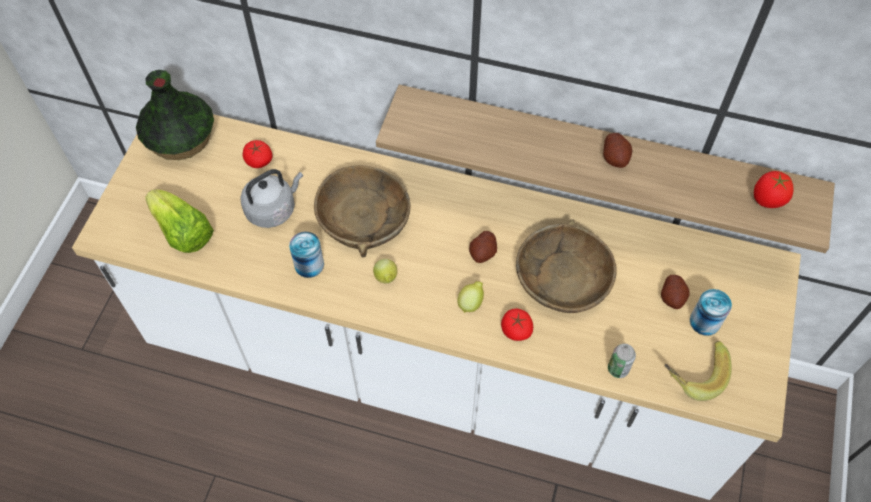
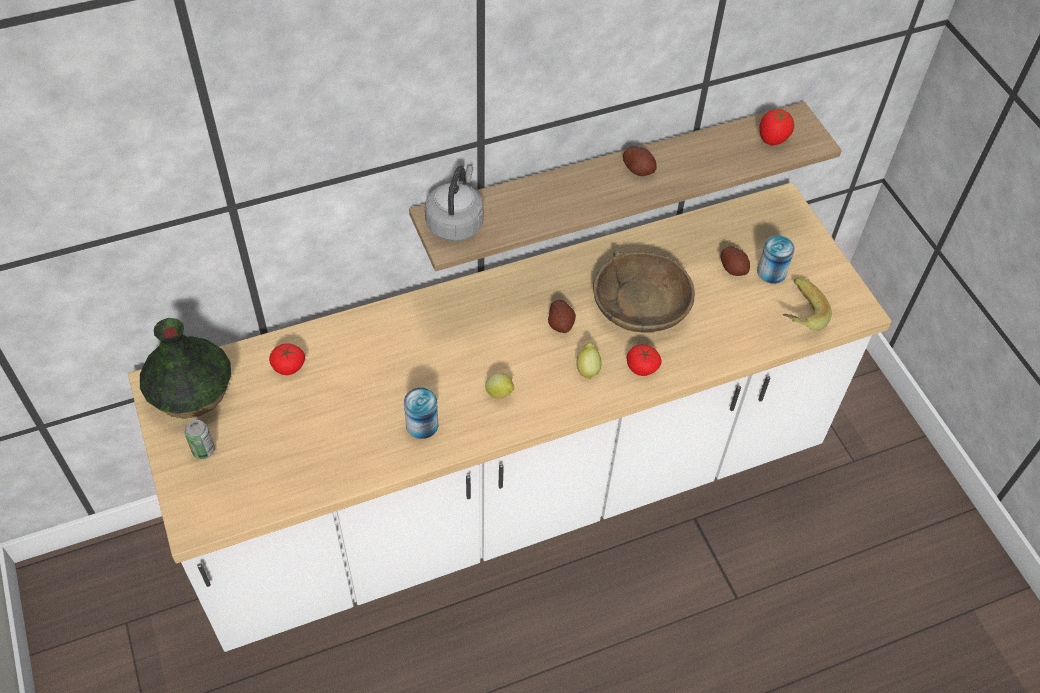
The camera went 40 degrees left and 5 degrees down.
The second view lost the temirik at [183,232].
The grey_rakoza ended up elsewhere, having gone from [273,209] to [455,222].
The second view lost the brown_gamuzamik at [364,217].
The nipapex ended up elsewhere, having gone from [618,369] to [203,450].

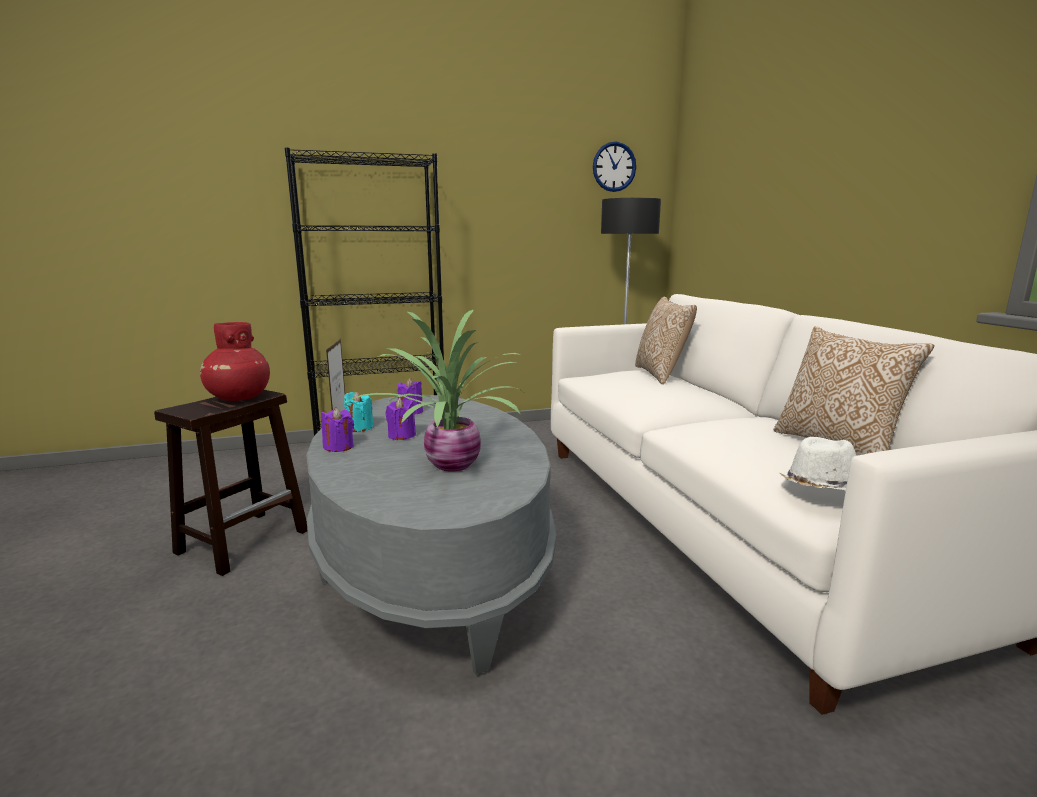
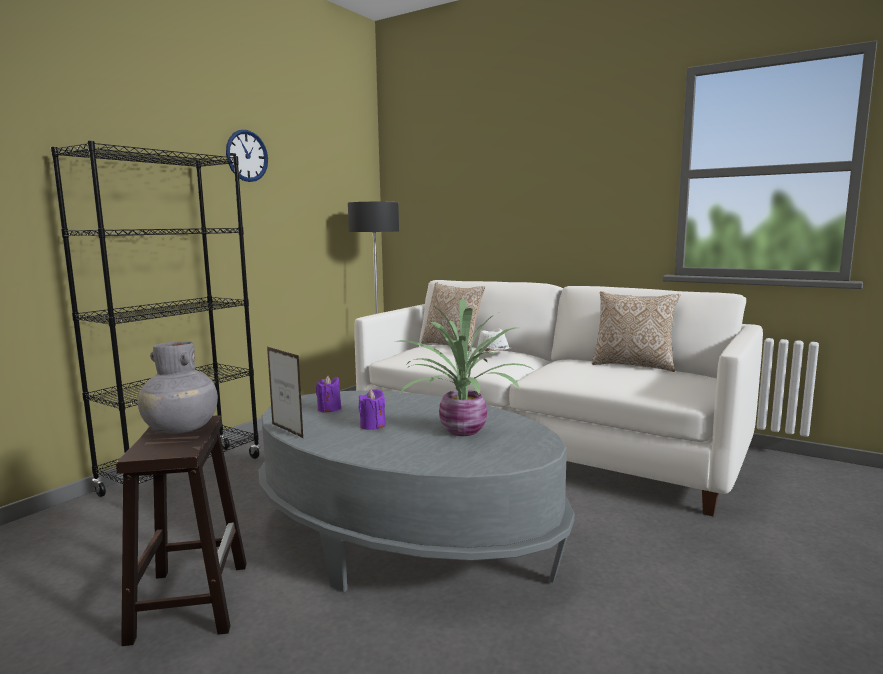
The camera went 40 degrees left and 5 degrees down.
What was the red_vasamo at [238,398] turned into the grey_vasamo at [181,429].
The second view lost the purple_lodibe at [338,447].
The second view lost the turquoise_lodibe at [359,428].
The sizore ended up elsewhere, having gone from [614,167] to [247,156].
The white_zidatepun ended up elsewhere, having gone from [822,489] to [492,354].

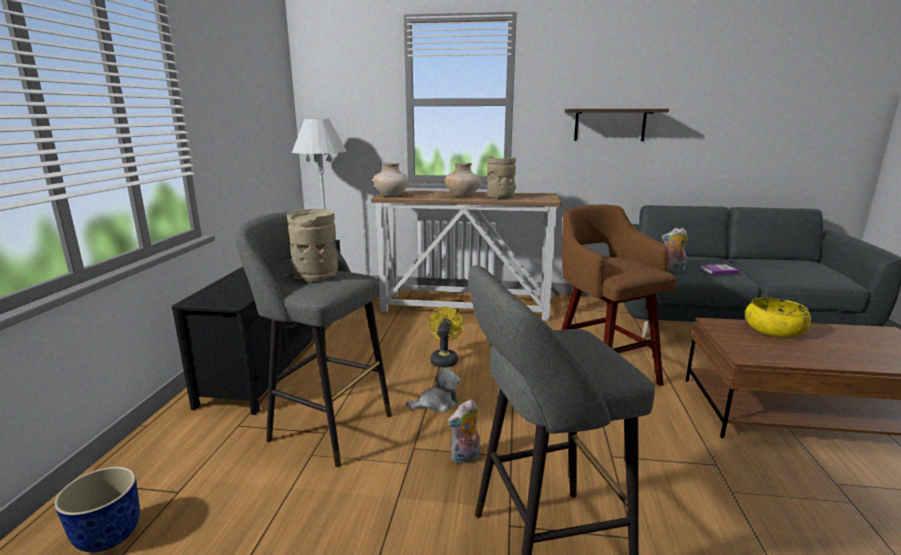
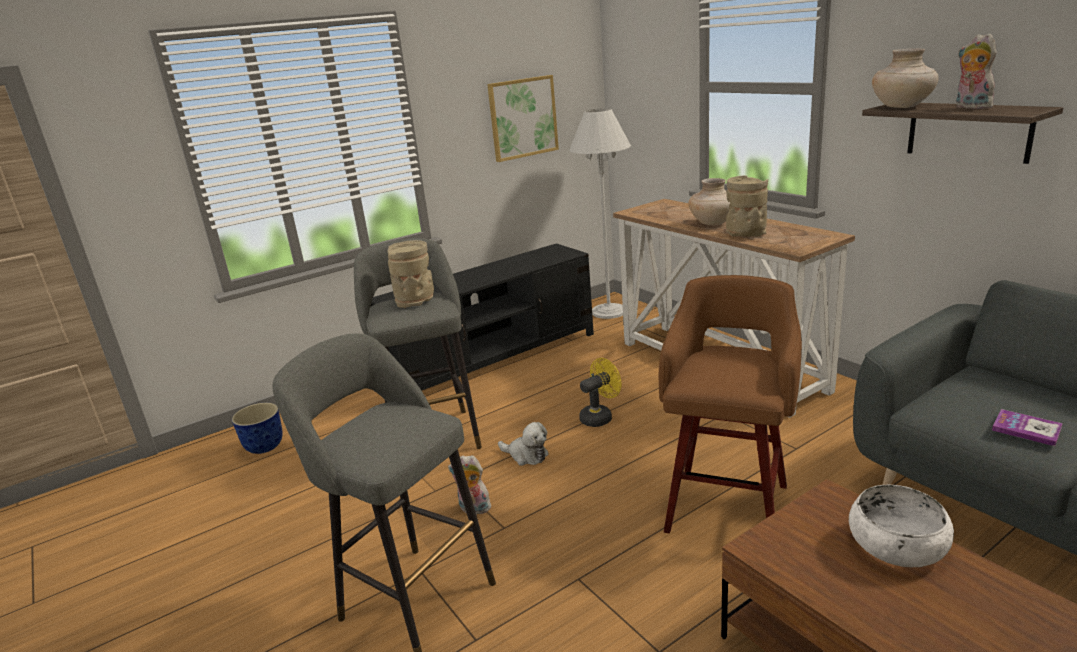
The camera went 50 degrees right and 5 degrees up.
The beige_vasamo ended up elsewhere, having gone from [391,195] to [902,107].
The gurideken ended up elsewhere, having gone from [672,269] to [970,107].
What was the yellow_gamuzamik at [774,330] turned into the white_gamuzamik at [896,545].
The second view gained the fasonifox at [523,118].

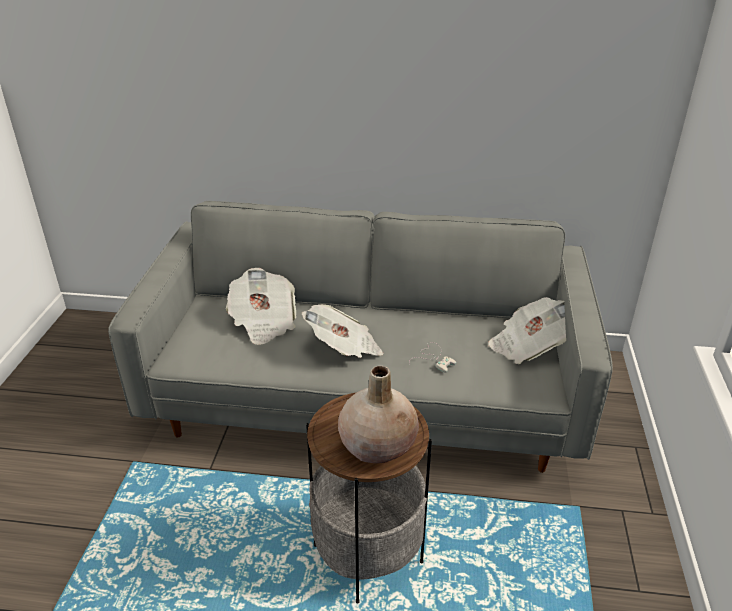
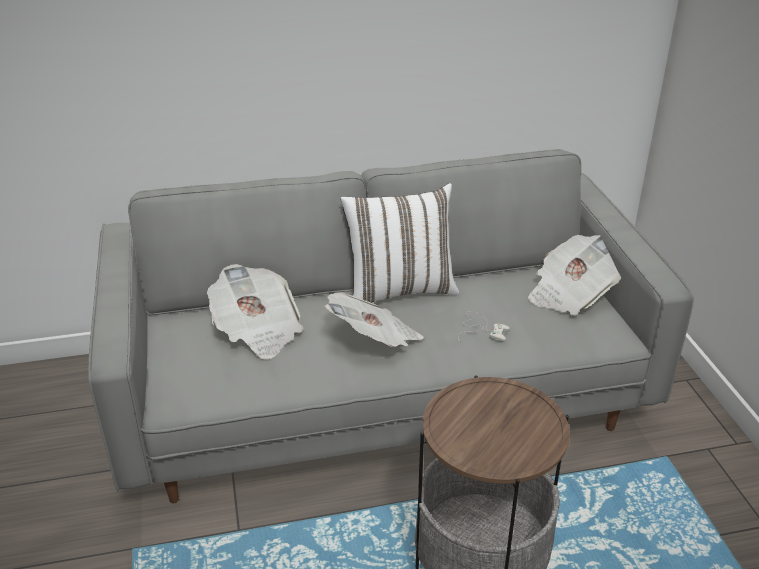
The camera went 20 degrees left and 0 degrees up.
The second view lost the beige_vasamo at [378,446].
The second view gained the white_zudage at [399,290].

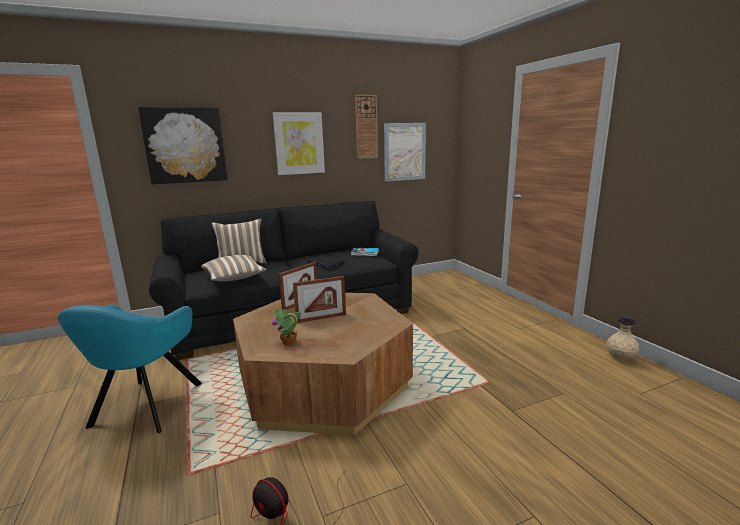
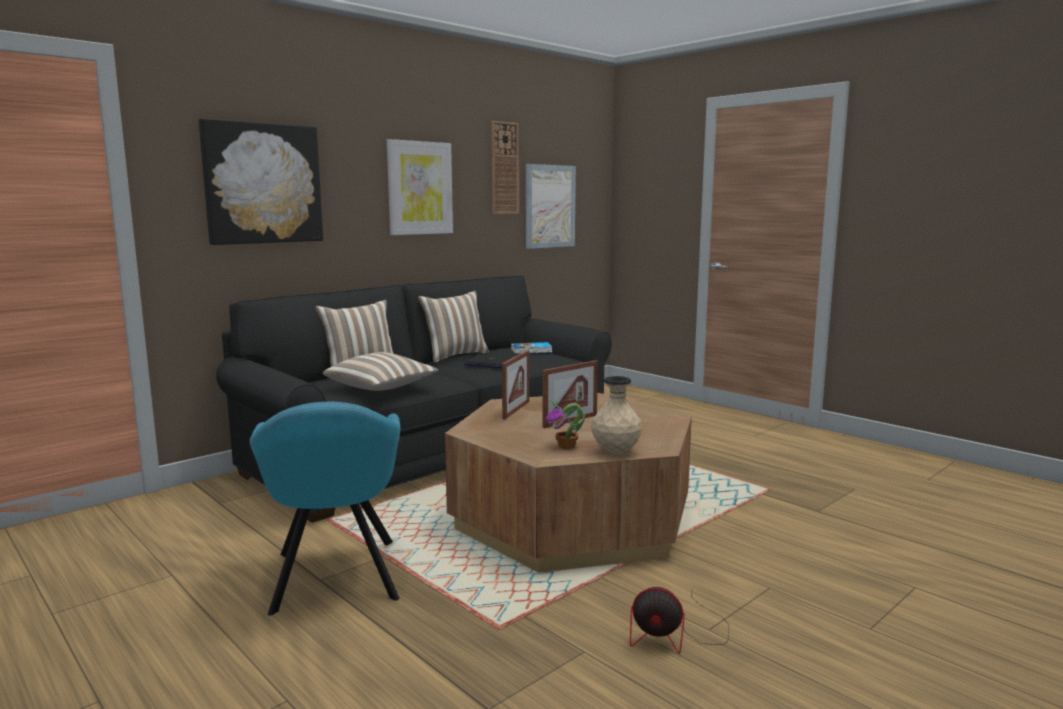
The camera went 20 degrees left and 5 degrees down.
The beige_vasamo ended up elsewhere, having gone from [620,359] to [615,452].
The second view gained the zudage at [455,355].

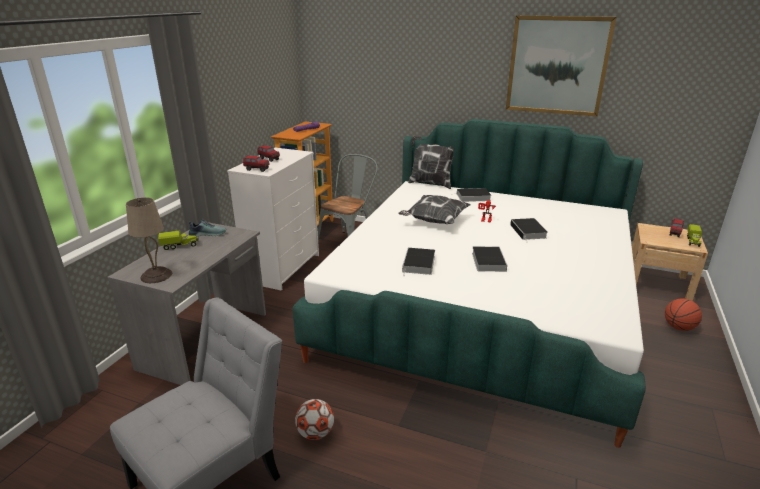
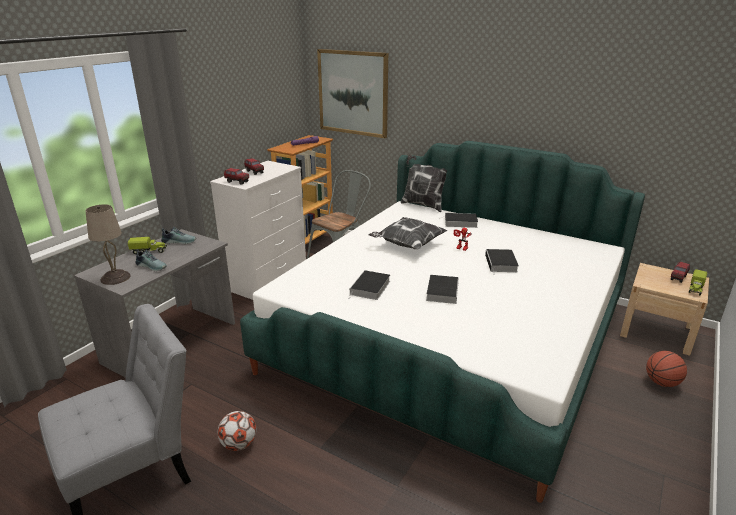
The camera went 10 degrees right and 0 degrees up.
The fasonifox ended up elsewhere, having gone from [557,66] to [353,93].
The second view gained the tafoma at [152,266].

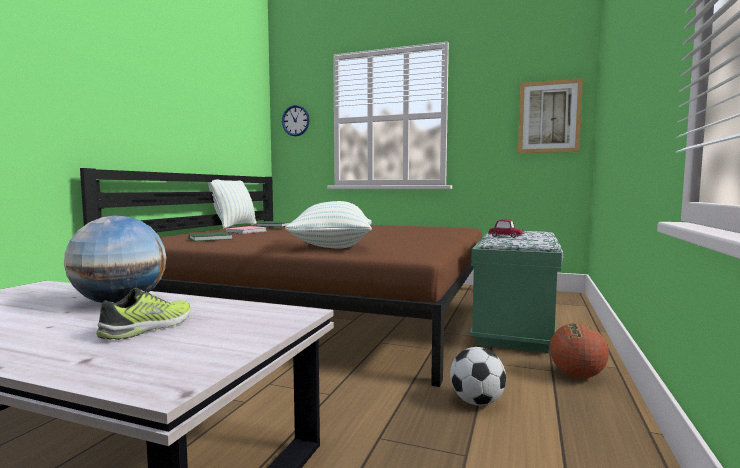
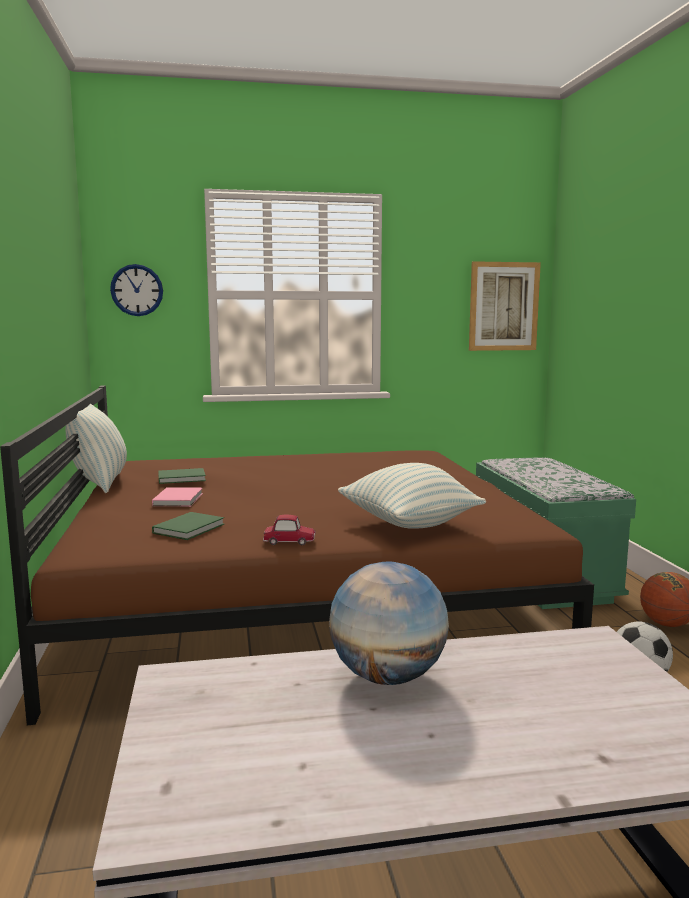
The camera went 30 degrees left and 5 degrees up.
The second view lost the tafoma at [149,327].
The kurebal ended up elsewhere, having gone from [506,236] to [289,541].

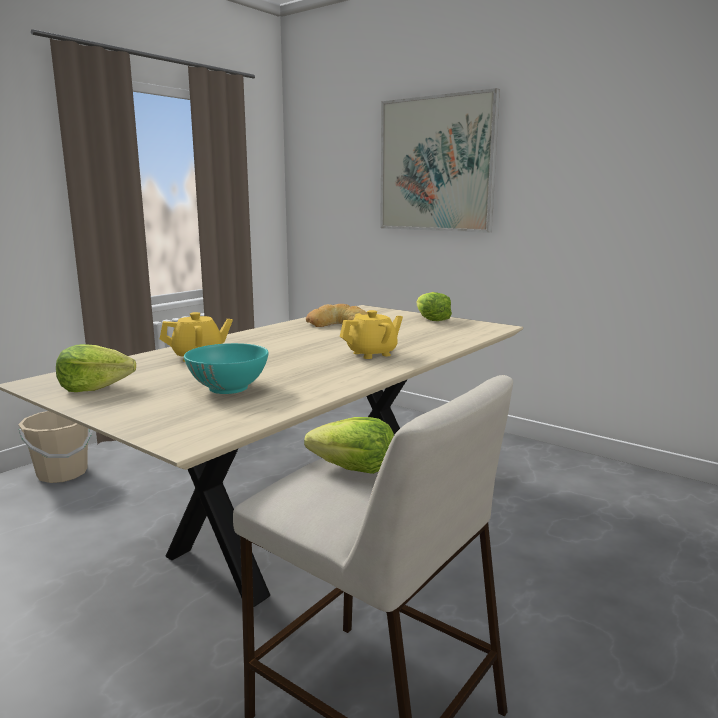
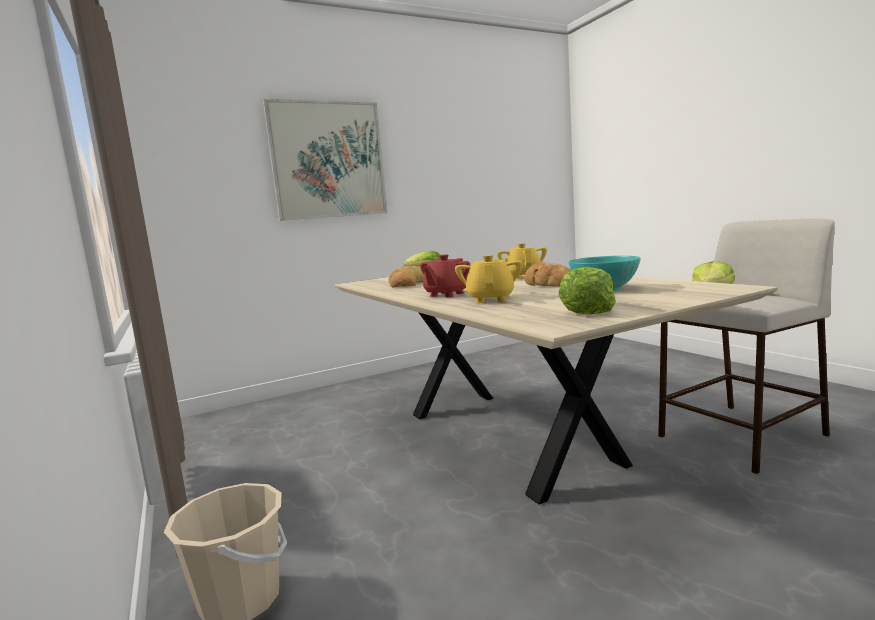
The camera went 65 degrees left and 5 degrees down.
The second view gained the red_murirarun at [446,294].
The second view gained the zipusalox at [548,283].

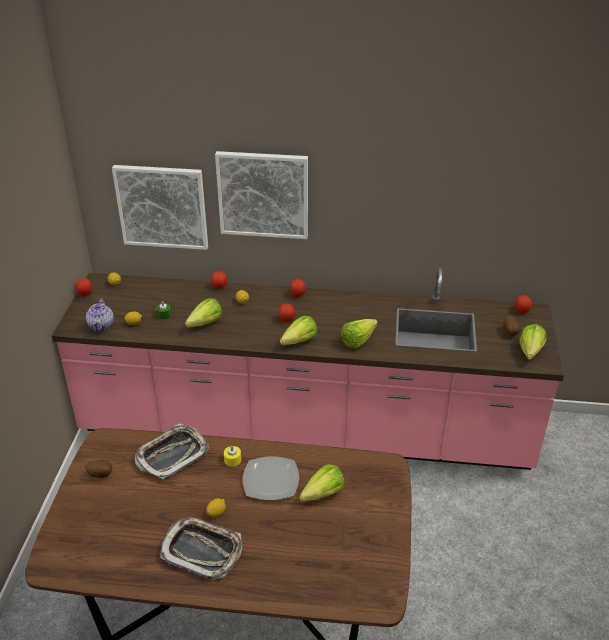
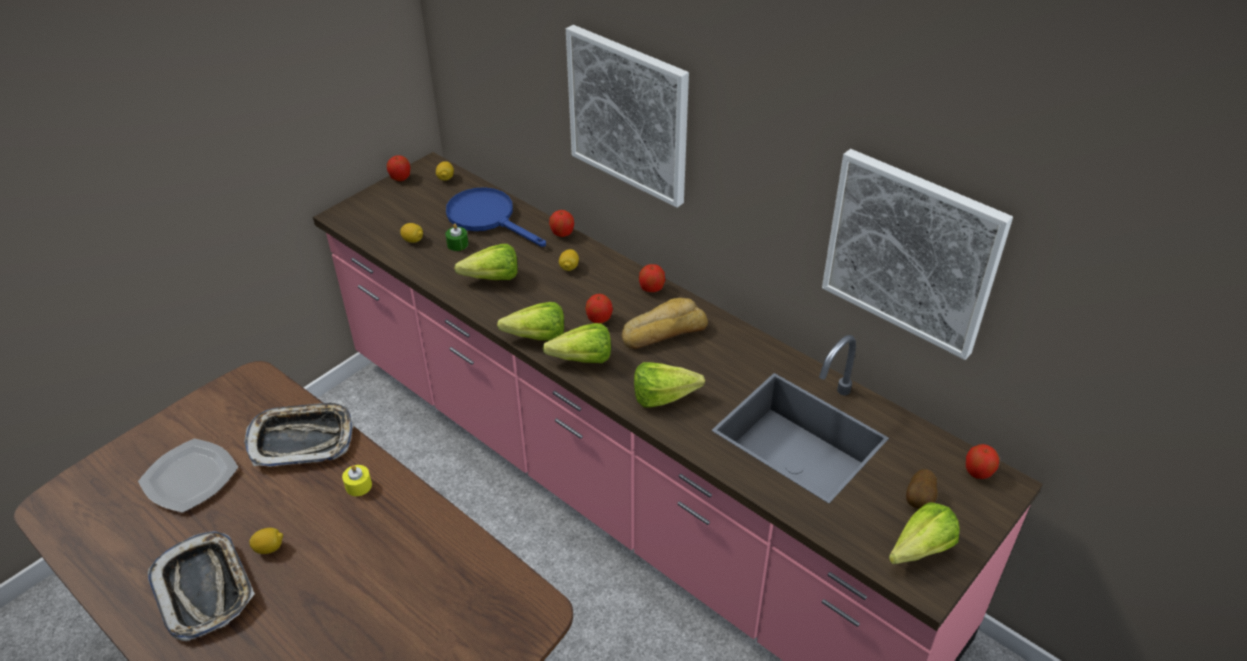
The camera went 35 degrees right and 5 degrees up.
The second view lost the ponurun at [100,474].
The second view lost the murirarun at [101,326].
The fasonifox ended up elsewhere, having gone from [162,206] to [911,252].
The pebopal ended up elsewhere, having gone from [271,479] to [191,477].
The temirik ended up elsewhere, having gone from [319,495] to [532,337].
The second view gained the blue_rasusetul at [488,218].
The second view gained the zipusalox at [663,331].

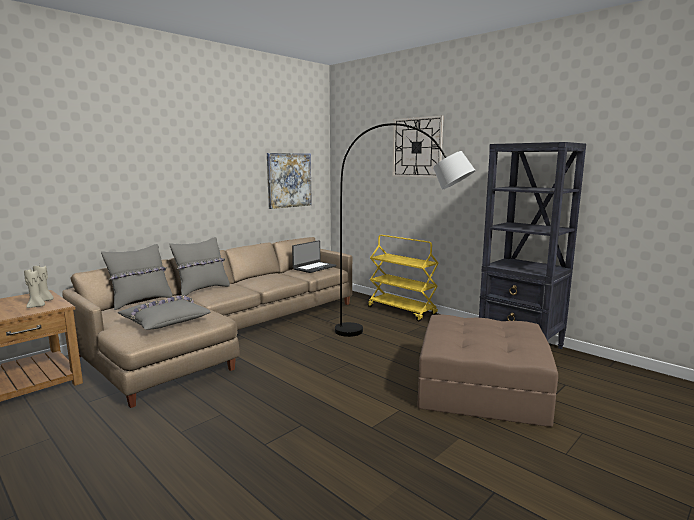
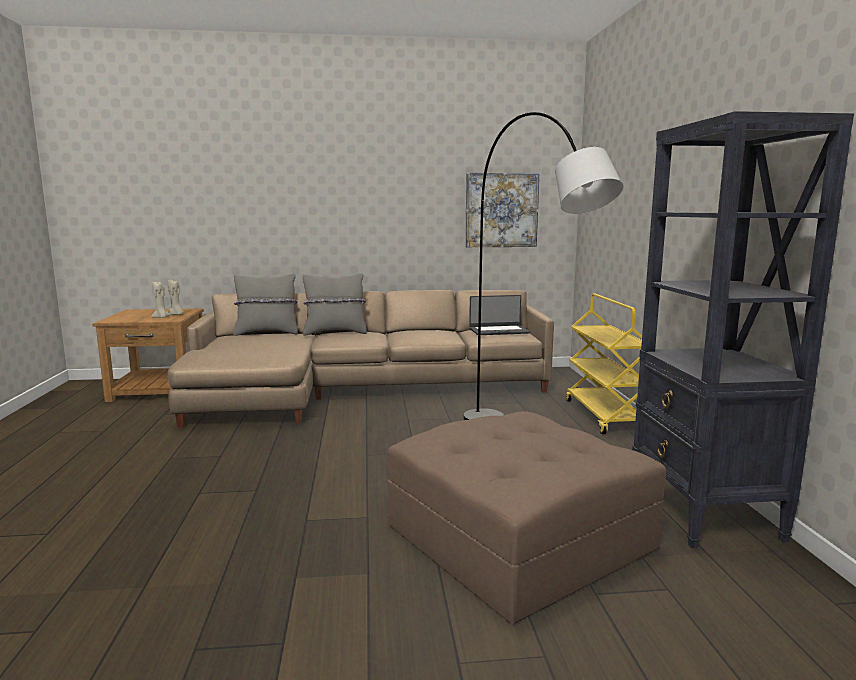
The camera went 40 degrees right and 0 degrees up.
The second view lost the grey_zudage at [165,320].
The second view lost the sizore at [417,147].

